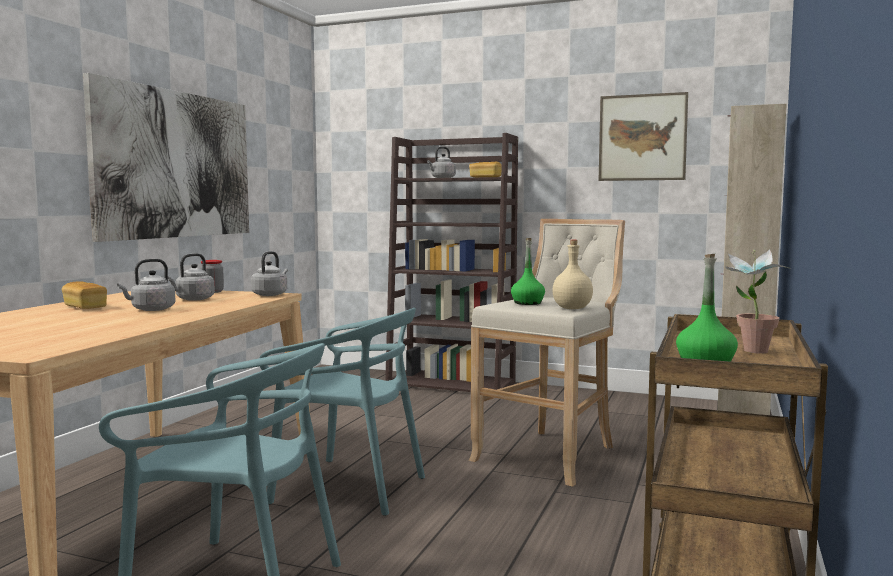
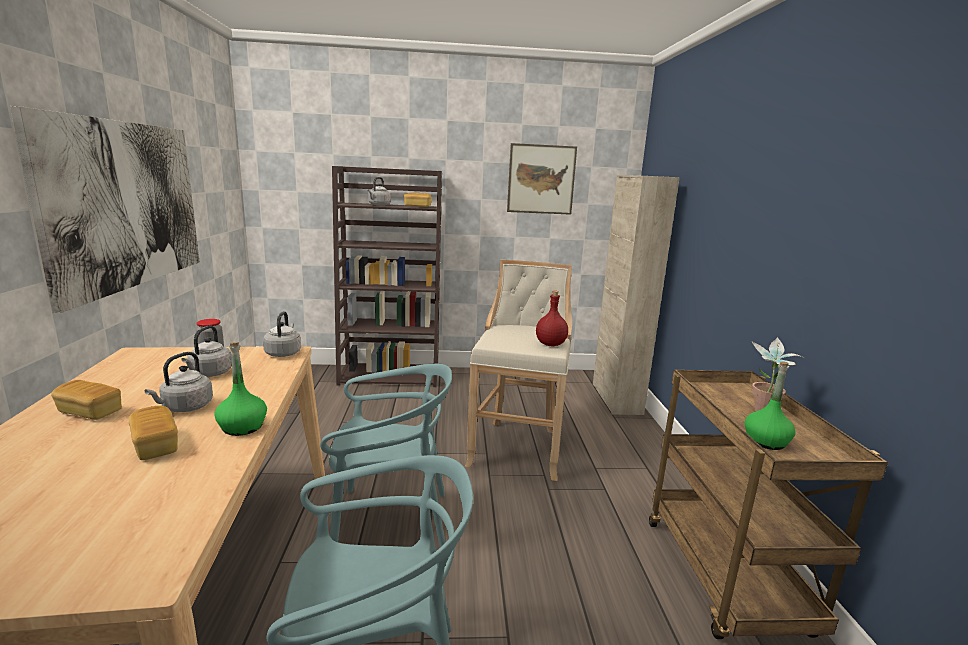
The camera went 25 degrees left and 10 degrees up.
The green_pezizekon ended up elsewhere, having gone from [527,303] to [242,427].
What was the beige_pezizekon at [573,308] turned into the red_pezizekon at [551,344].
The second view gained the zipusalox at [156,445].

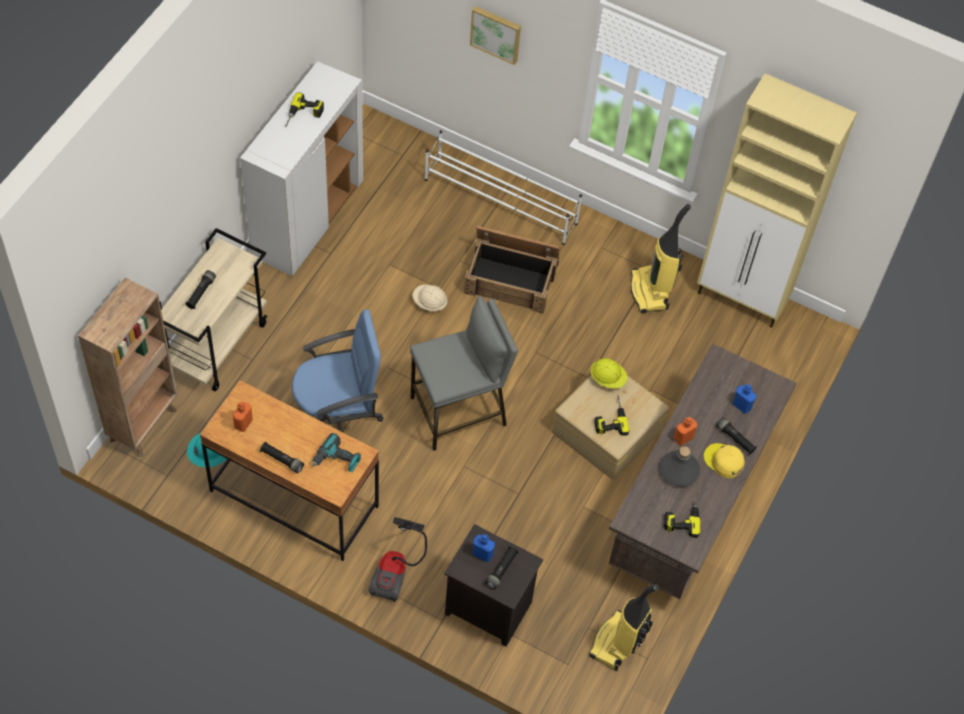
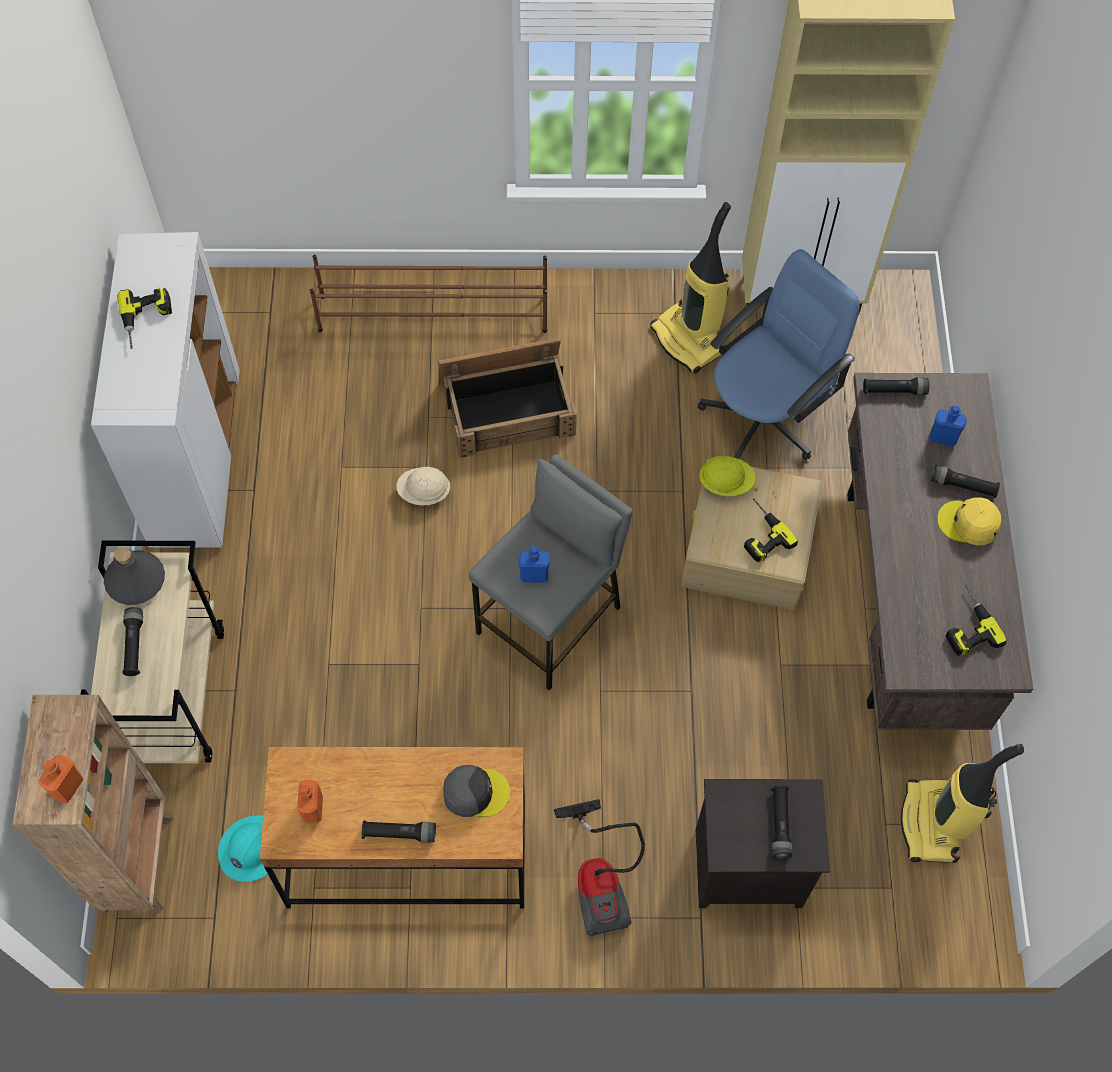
The camera went 25 degrees left and 5 degrees up.
The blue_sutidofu ended up elsewhere, having gone from [338,416] to [764,417].
Where the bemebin stood at [337,460], the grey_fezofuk came to stand at [475,792].
What was the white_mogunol at [501,202] turned into the brown_mogunol at [434,314].
The second view lost the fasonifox at [496,33].
The blue_pezizekon ended up elsewhere, having gone from [482,554] to [534,575].
The grey_pezizekon ended up elsewhere, having gone from [679,470] to [136,580].
The orange_pezizekon ended up elsewhere, having gone from [683,438] to [67,787].
The second view gained the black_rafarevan at [894,391].

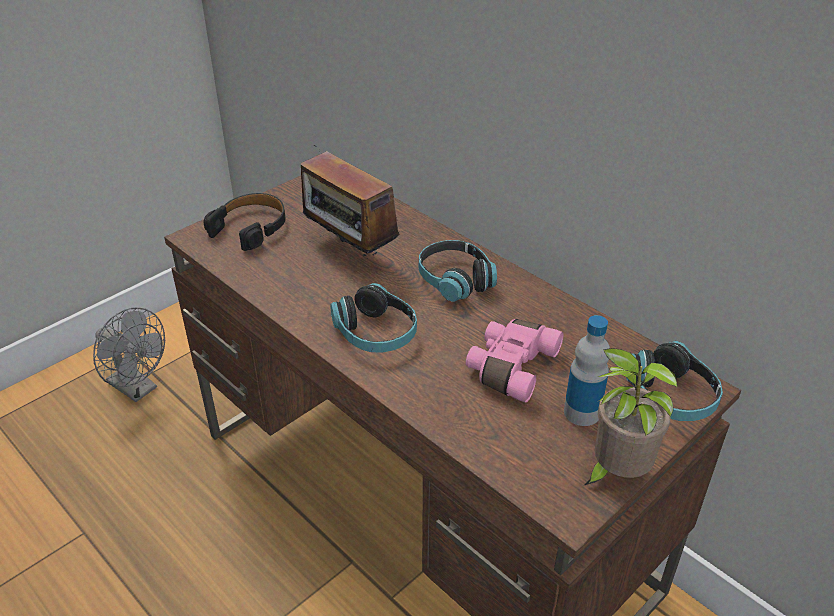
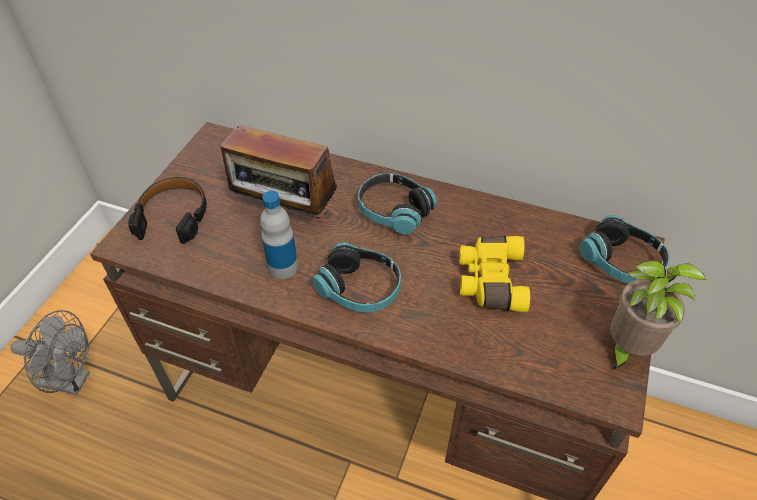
The camera went 25 degrees left and 10 degrees up.
What was the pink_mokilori at [509,366] turned into the yellow_mokilori at [489,280].
The pezizekon ended up elsewhere, having gone from [582,412] to [283,267].

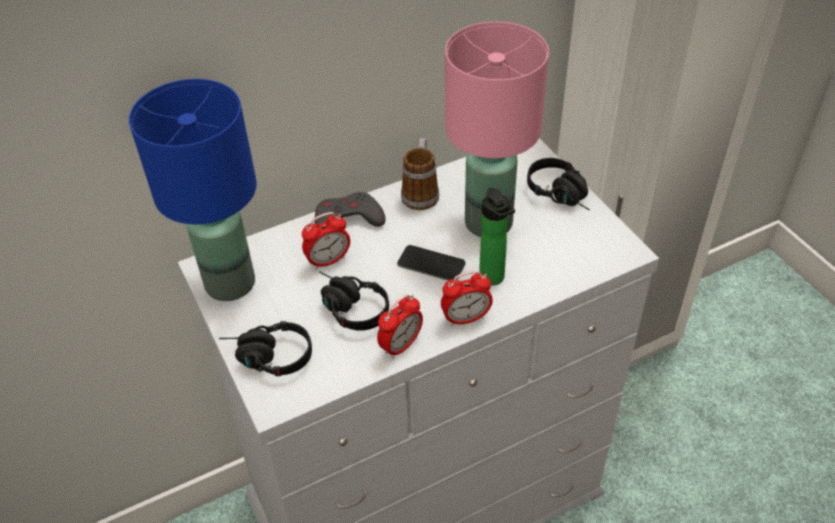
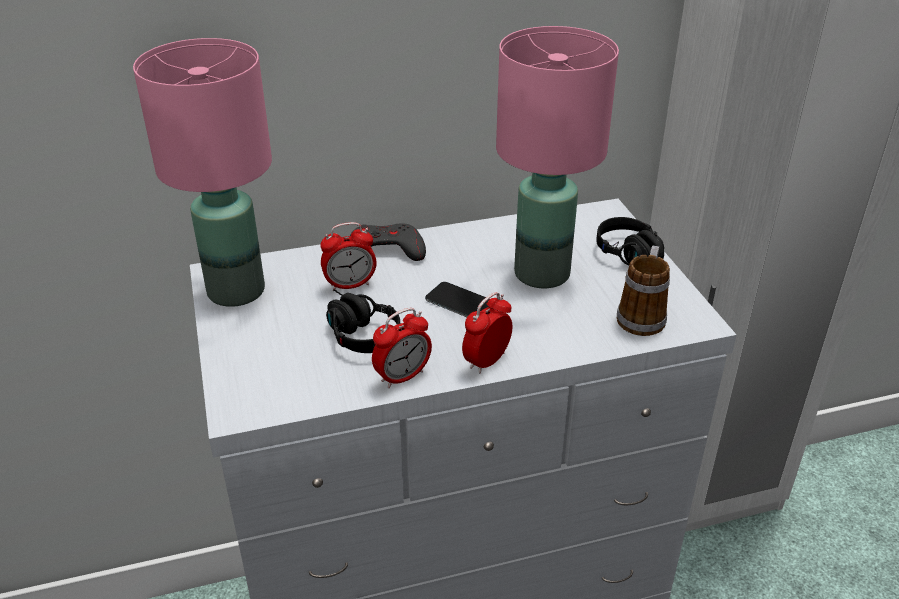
The camera went 10 degrees right and 10 degrees down.
What was the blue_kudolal at [231,283] turned into the pink_kudolal at [238,290].
The second view lost the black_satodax at [266,358].
The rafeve ended up elsewhere, having gone from [421,192] to [642,315].
The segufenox at [466,318] ended up facing another way, 135 degrees clockwise from before.
The second view lost the pezizekon at [493,279].

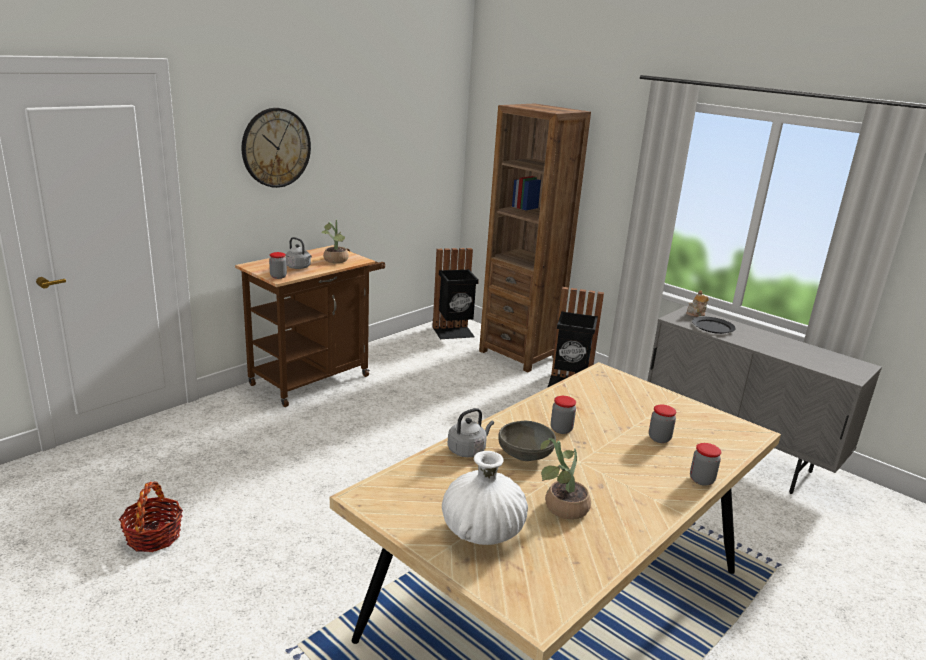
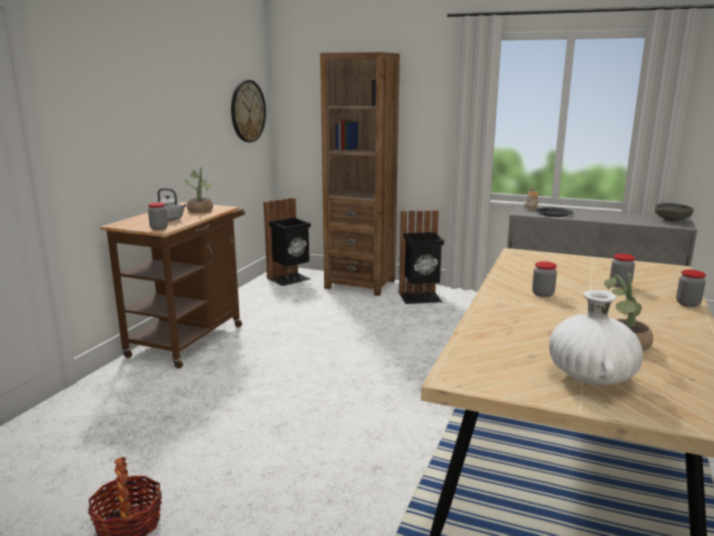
The camera went 20 degrees left and 5 degrees down.
The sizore ended up elsewhere, having gone from [276,148] to [247,111].
The second view lost the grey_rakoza at [468,450].
The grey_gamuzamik ended up elsewhere, having gone from [525,454] to [672,220].

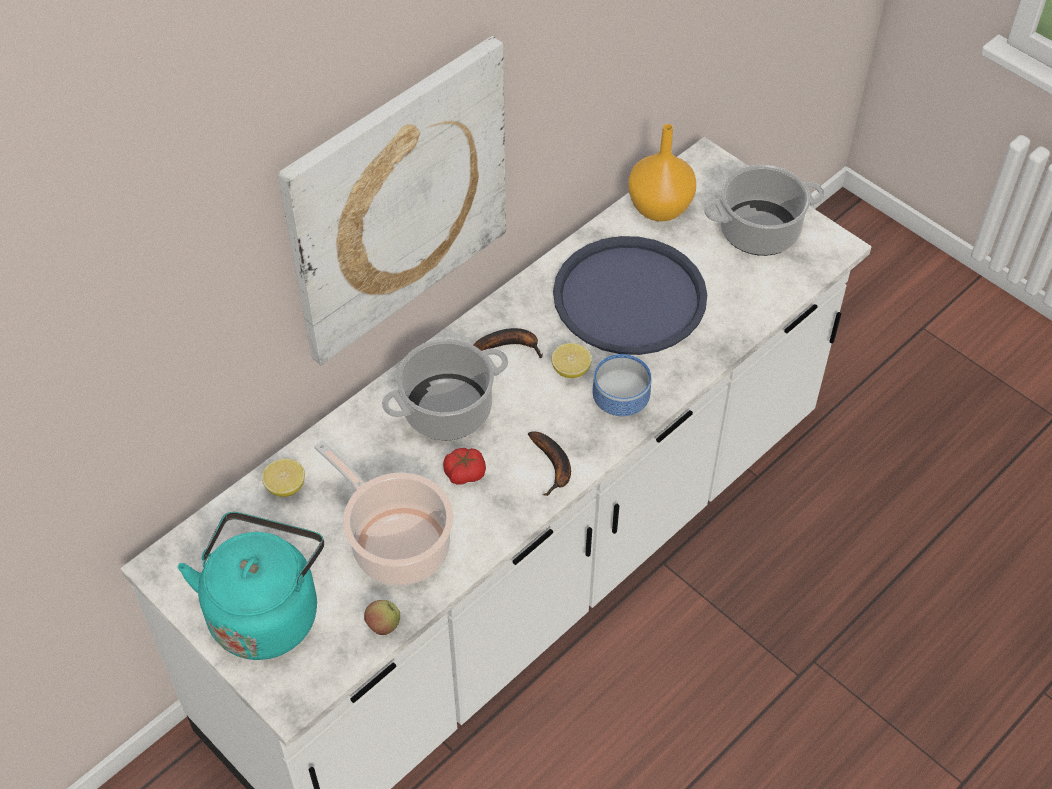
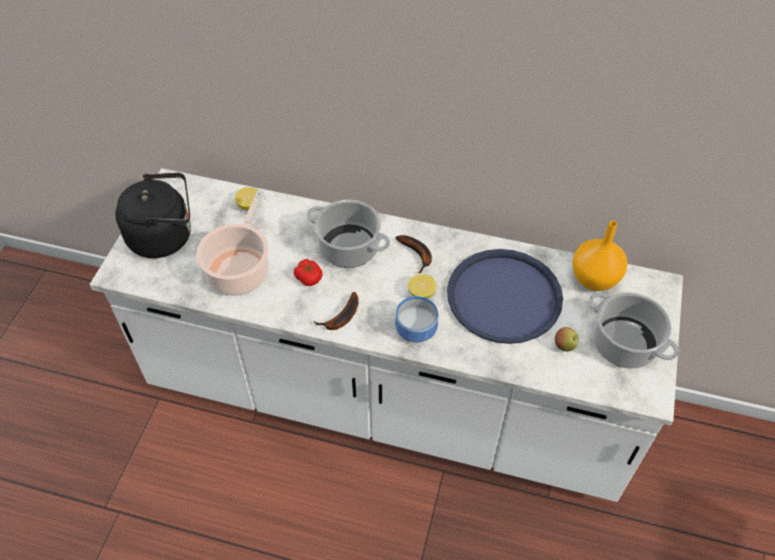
The camera went 60 degrees right and 0 degrees up.
What was the turquoise_rakoza at [266,611] turned into the black_rakoza at [165,236].
The second view lost the fasonifox at [397,200].
The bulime ended up elsewhere, having gone from [383,626] to [564,346].

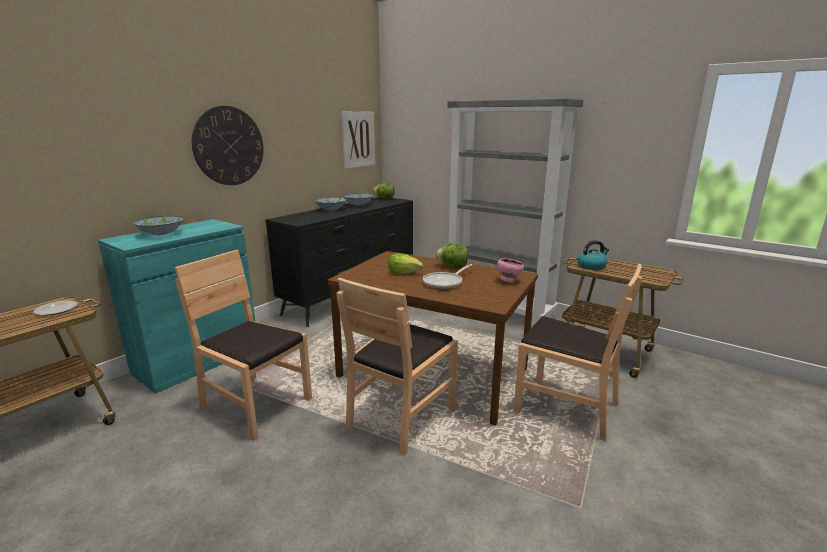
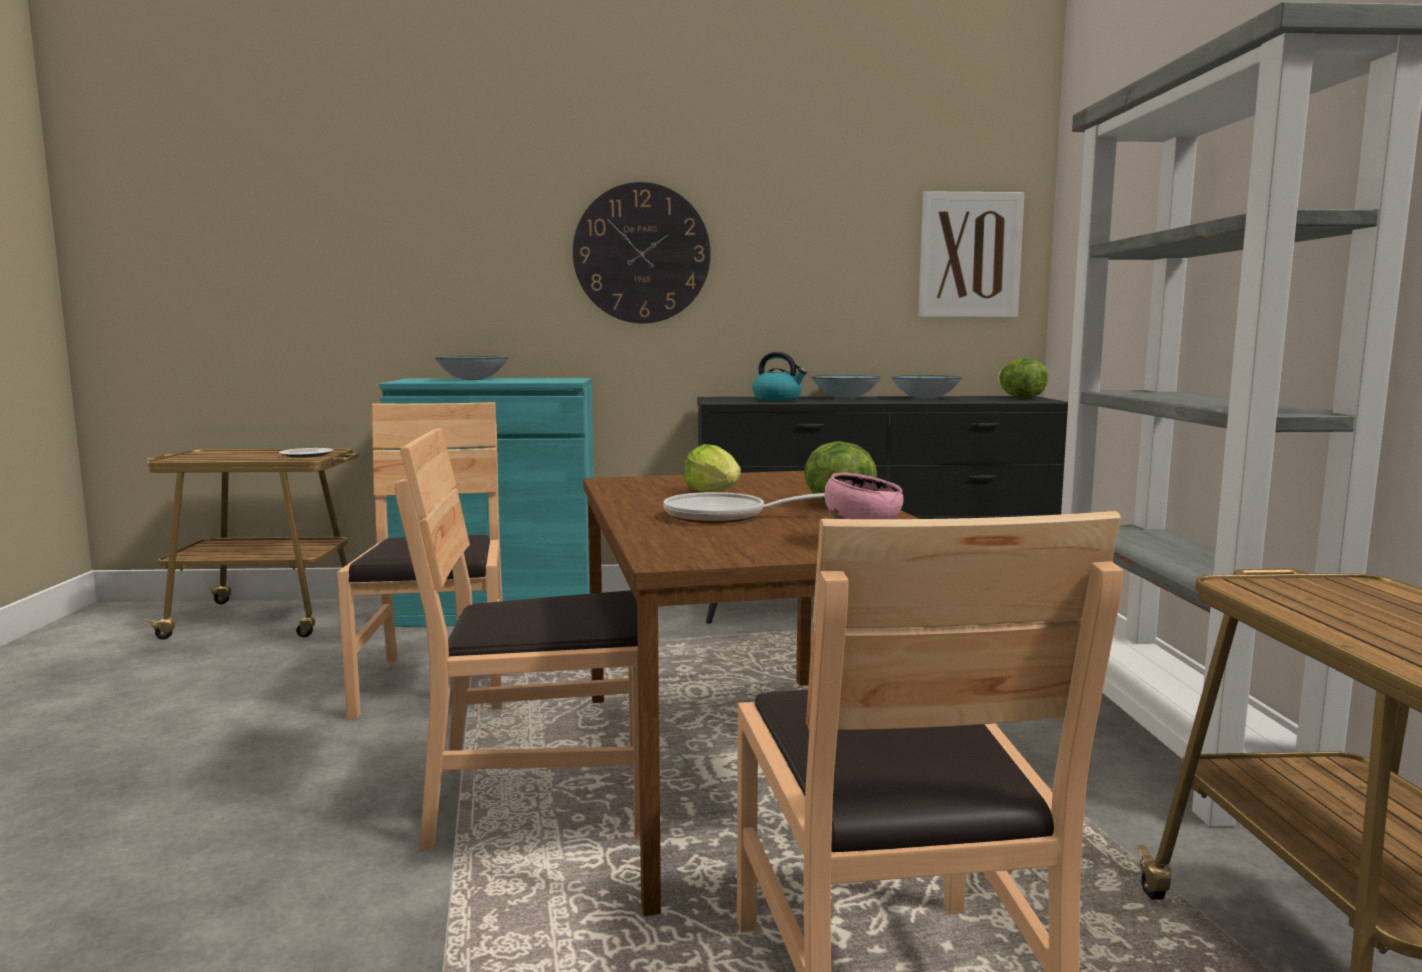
The camera went 50 degrees right and 10 degrees down.
The rakoza ended up elsewhere, having gone from [592,266] to [778,399].

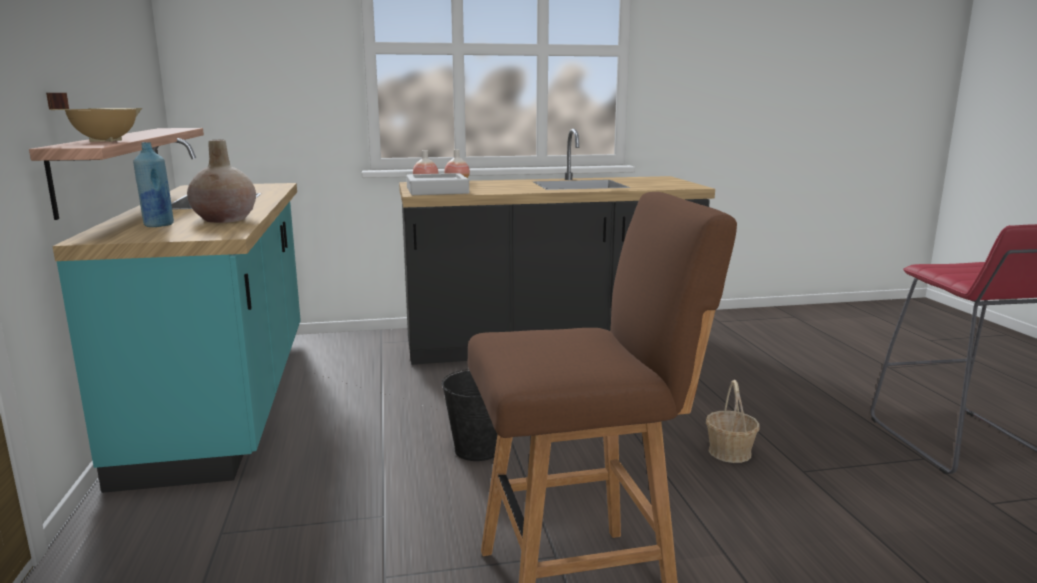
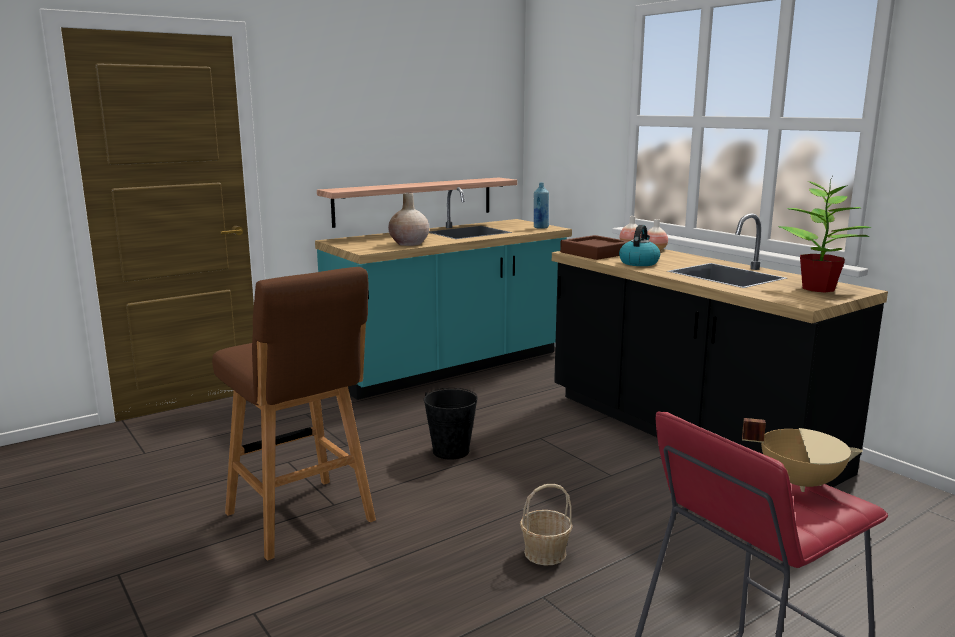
The camera went 65 degrees right and 0 degrees up.
The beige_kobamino ended up elsewhere, having gone from [105,141] to [799,482].
The blue_pezizekon ended up elsewhere, having gone from [158,225] to [540,227].
What was the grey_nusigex at [437,190] turned into the brown_nusigex at [595,253].
The second view gained the rakoza at [639,263].
The second view gained the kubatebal at [819,289].

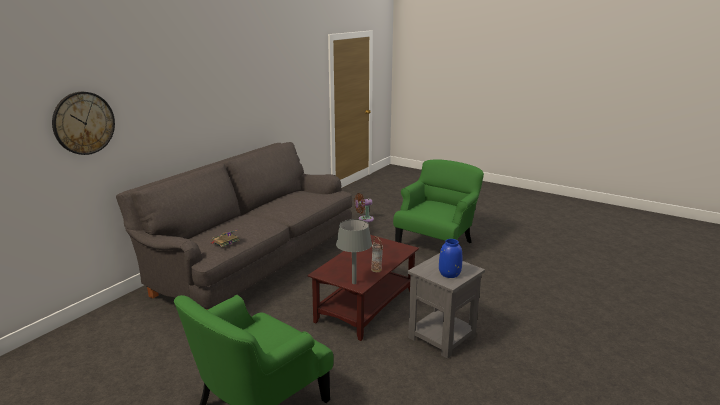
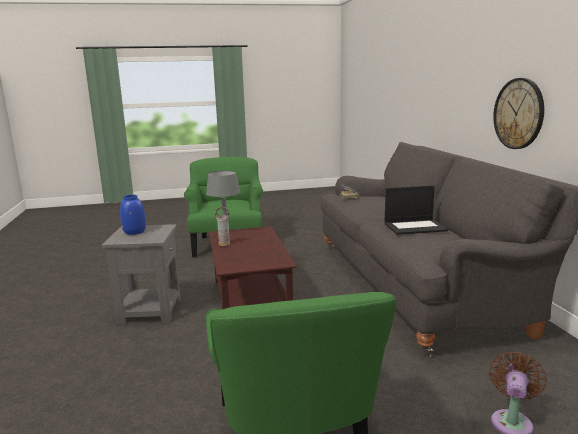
The camera went 135 degrees right and 5 degrees down.
The sizore ended up elsewhere, having gone from [83,123] to [518,113].
The second view gained the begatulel at [415,227].

